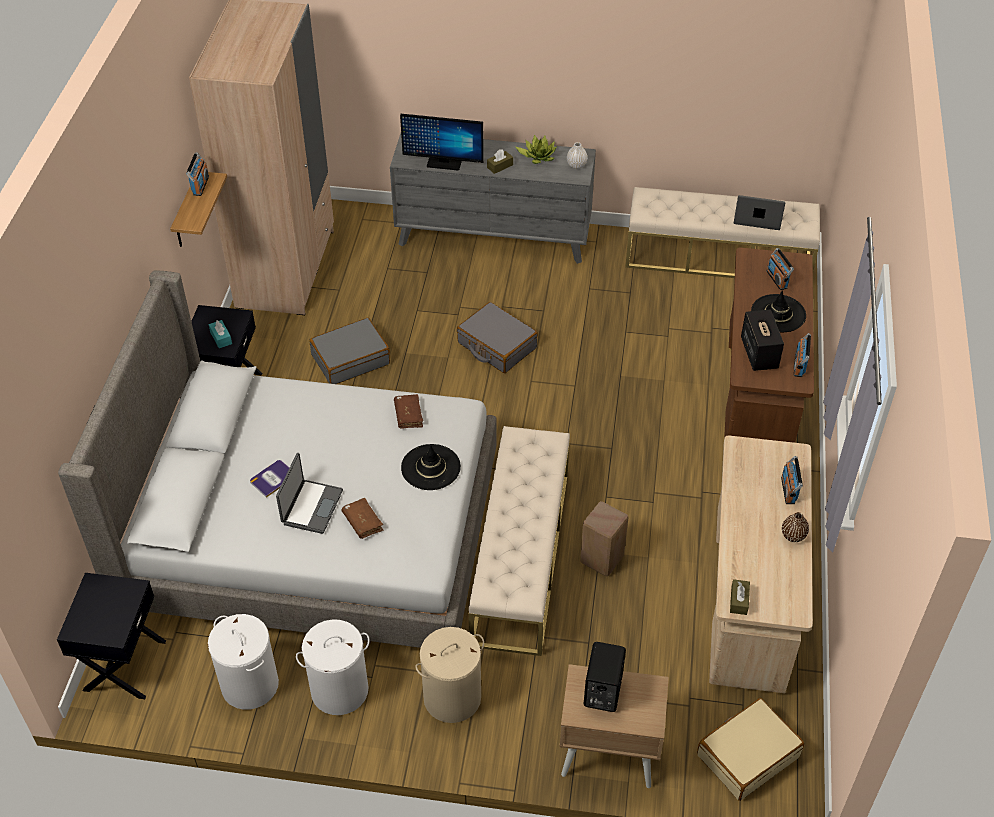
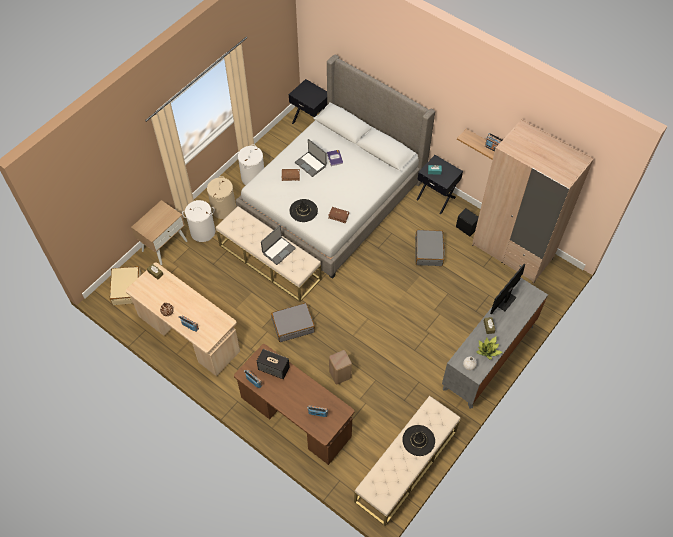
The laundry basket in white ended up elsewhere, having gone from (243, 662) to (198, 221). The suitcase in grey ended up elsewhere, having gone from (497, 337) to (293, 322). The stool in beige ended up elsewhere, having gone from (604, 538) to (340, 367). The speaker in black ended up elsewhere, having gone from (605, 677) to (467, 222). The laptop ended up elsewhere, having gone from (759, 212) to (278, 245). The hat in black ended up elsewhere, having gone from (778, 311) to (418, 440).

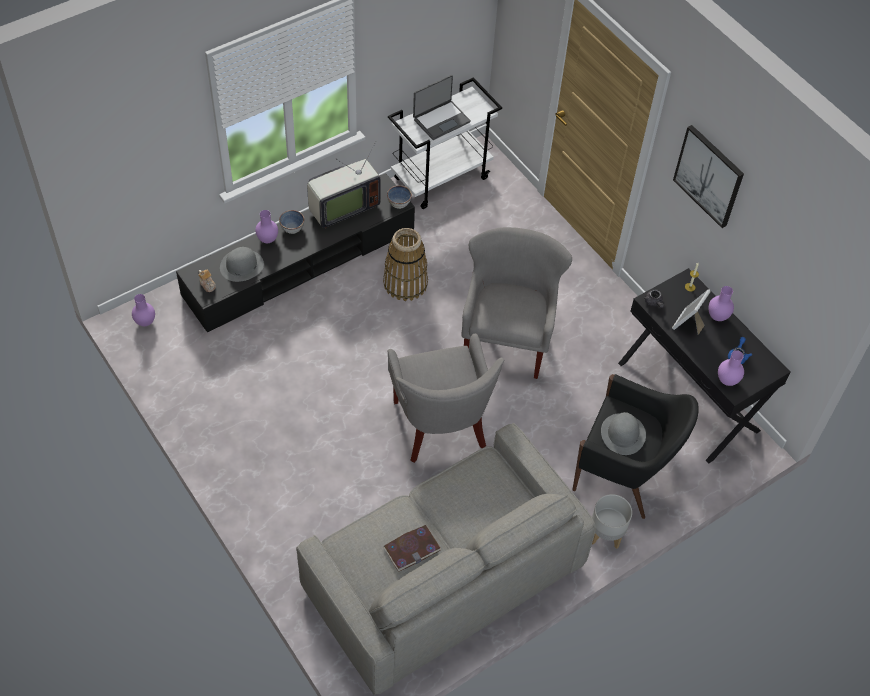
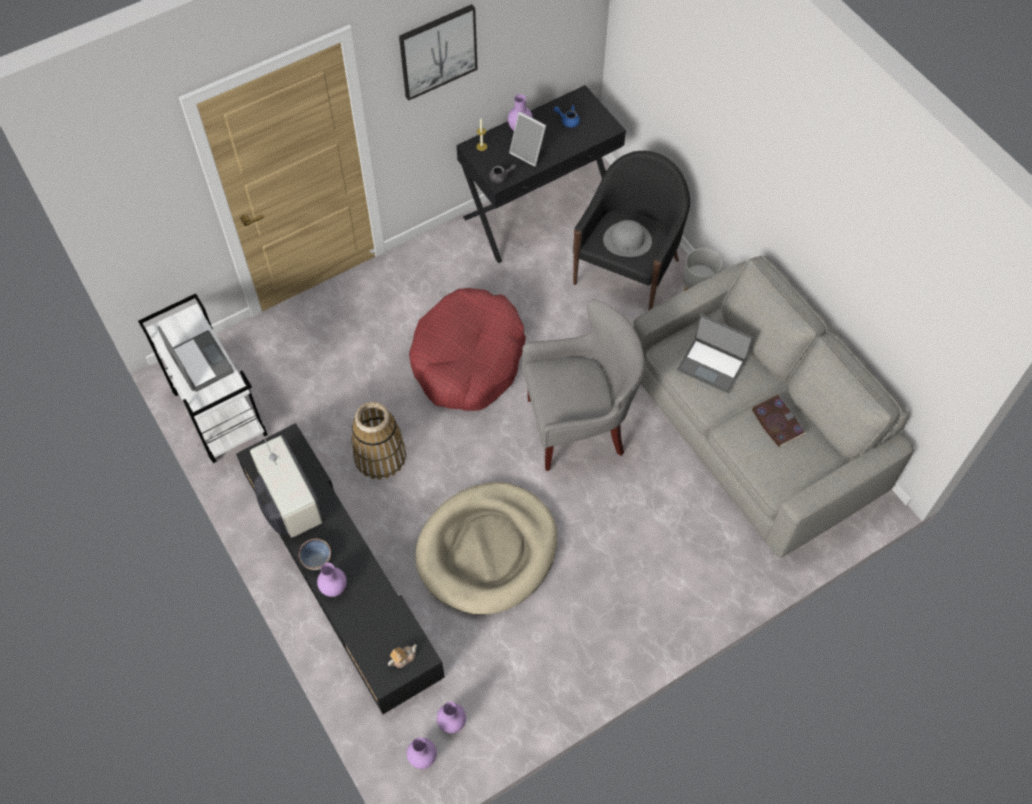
The second view lost the hat in grey at (242, 264). The second view lost the bowl at (399, 197). Where the armchair in grey stood at (516, 303), the dog bed in red came to stand at (467, 349). The vase in purple ended up elsewhere, having gone from (731, 368) to (451, 717). The second view gained the dog bed in beige at (486, 548). The second view gained the laptop at (715, 353).

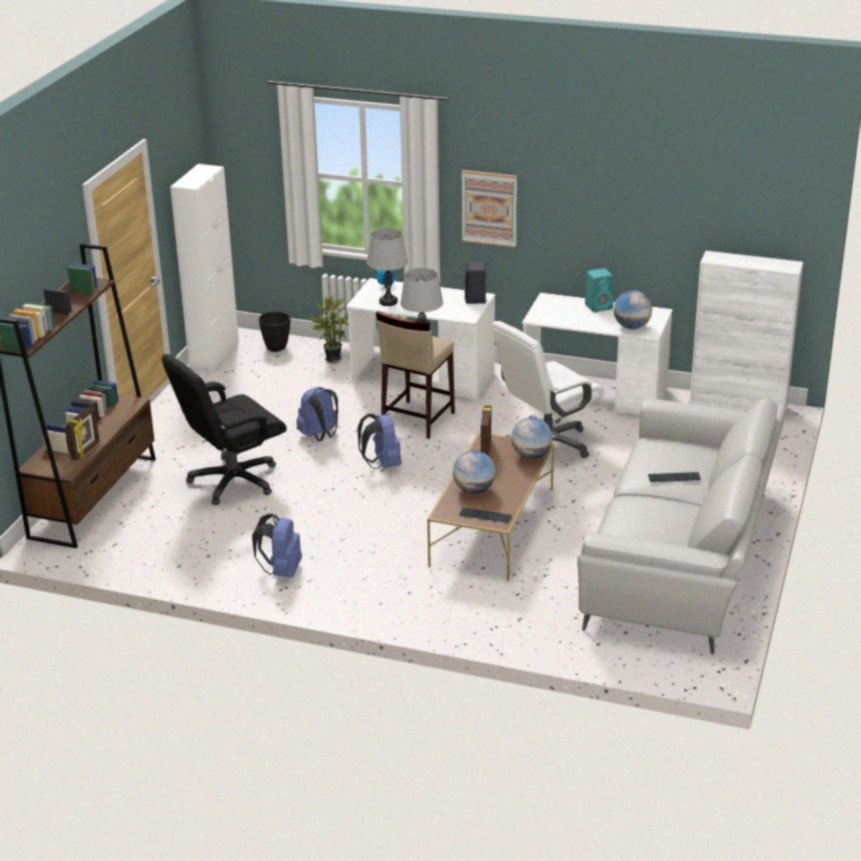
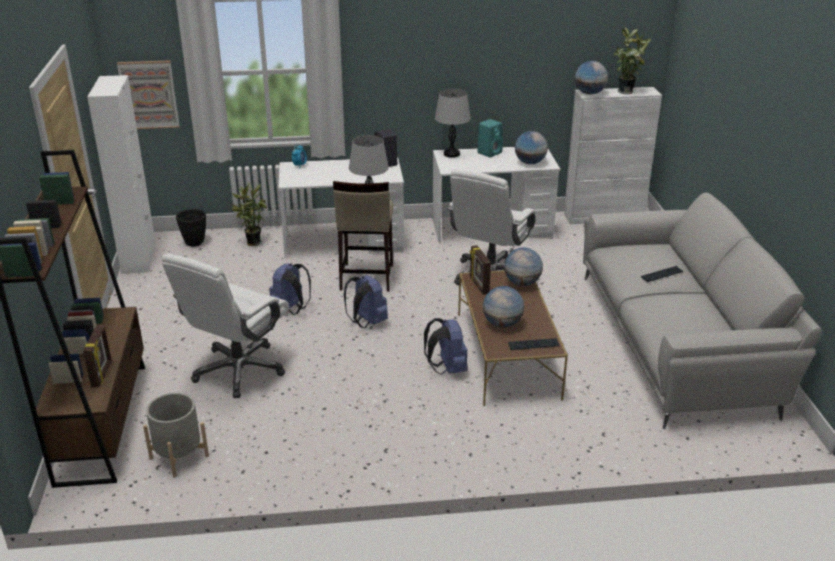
What was the office chair in black at (224, 429) turned into the office chair in white at (225, 326). The backpack in blue ended up elsewhere, having gone from (277, 545) to (446, 346). The table lamp in grey ended up elsewhere, having gone from (387, 267) to (453, 123). The picture ended up elsewhere, having gone from (489, 209) to (148, 95). The second view gained the planter in grey at (176, 435). The second view gained the globe at (591, 78). The second view gained the potted plant at (632, 60).

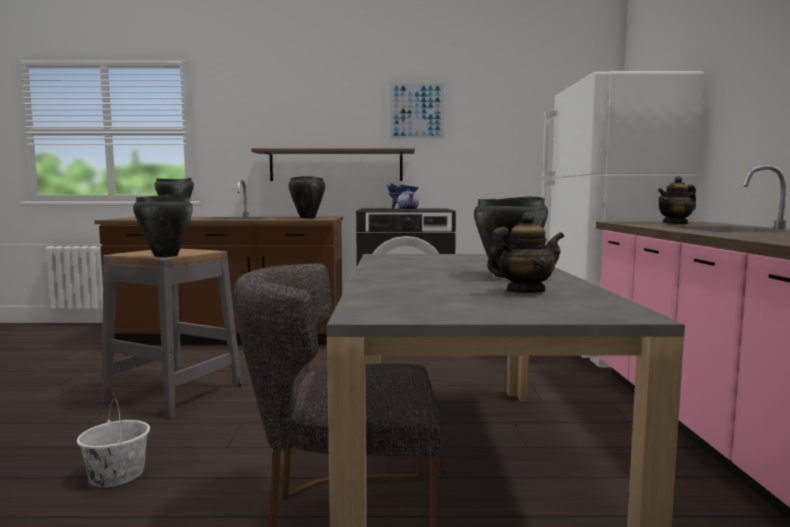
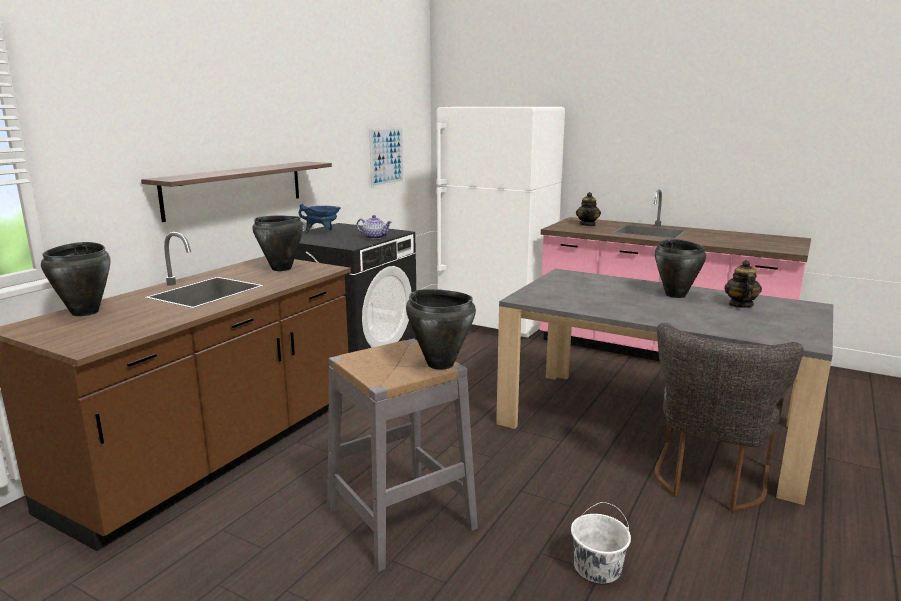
The picture ended up elsewhere, having gone from (417, 111) to (386, 157).

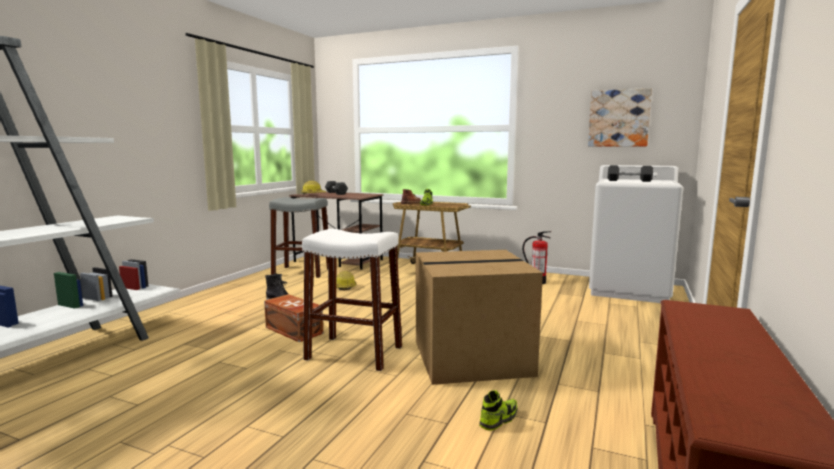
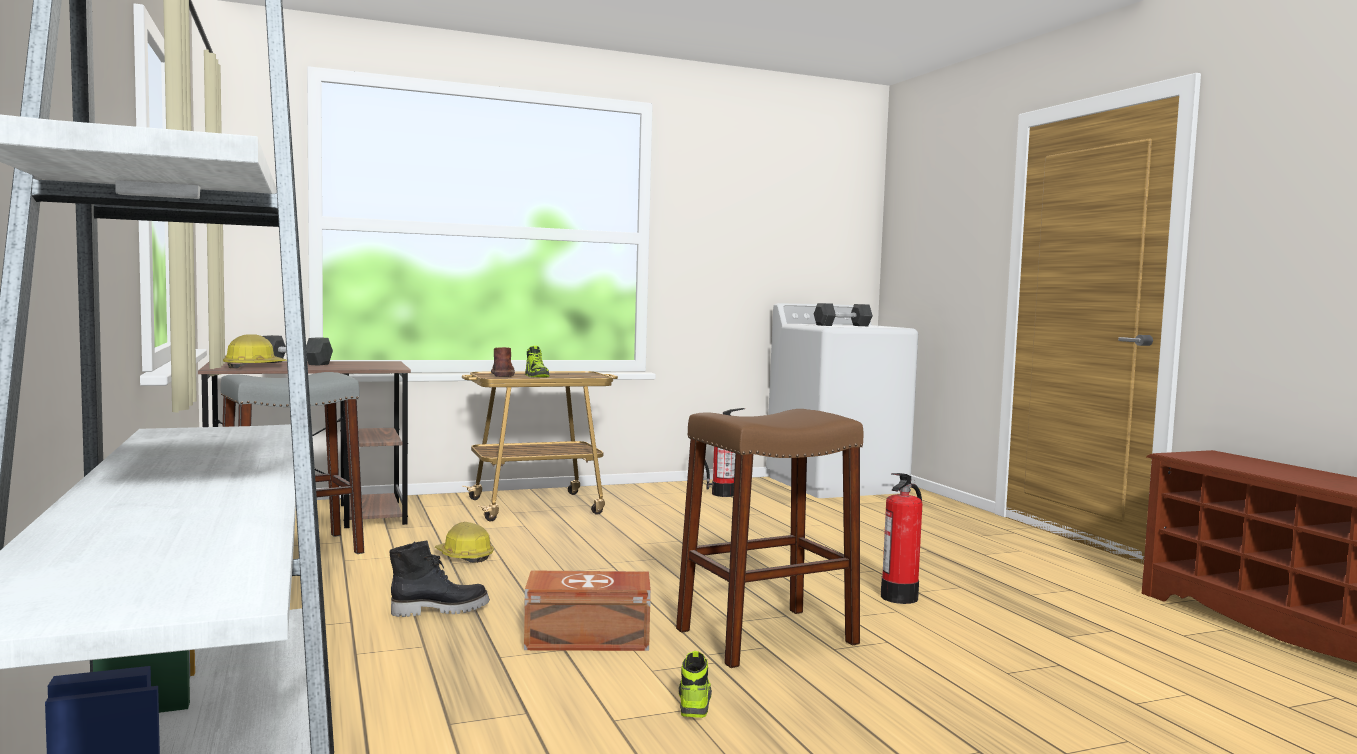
What was the stool in white at (352, 300) turned into the stool in brown at (769, 538). Where the cardboard box stood at (479, 317), the fire extinguisher came to stand at (901, 538). The shoe ended up elsewhere, having gone from (498, 410) to (695, 684). The second view lost the picture at (620, 117).

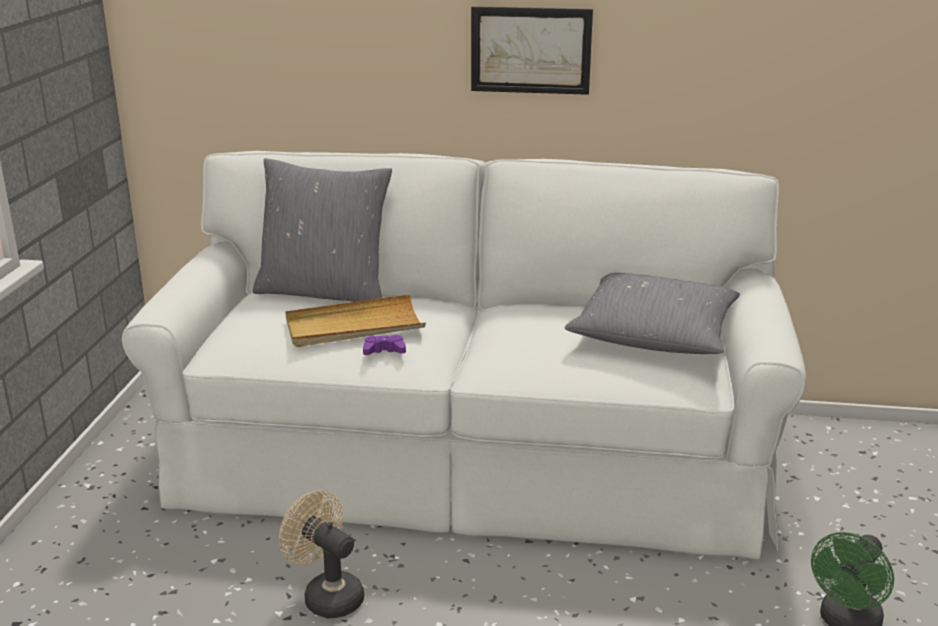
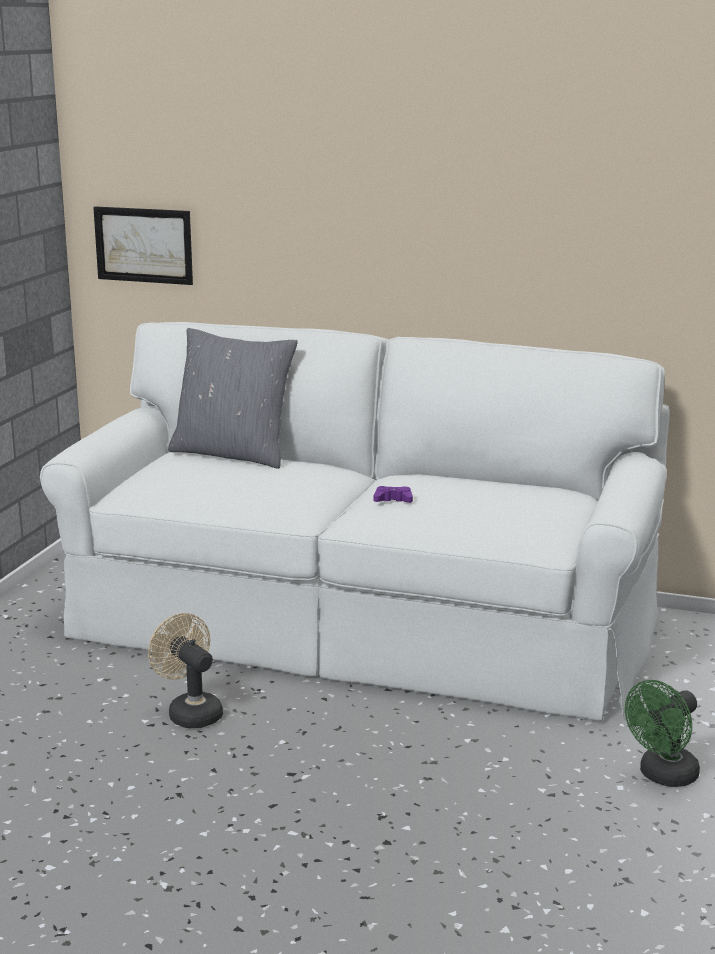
The second view lost the tray in beige at (355, 320). The game controller in purple ended up elsewhere, having gone from (384, 344) to (393, 494). The picture ended up elsewhere, having gone from (532, 50) to (143, 246). The second view lost the pillow in grey at (652, 313).

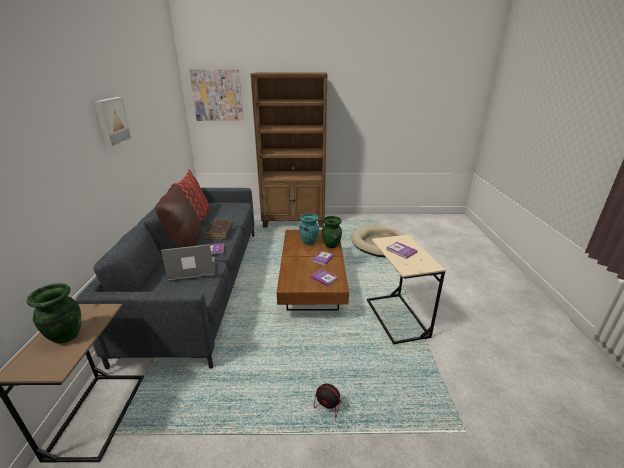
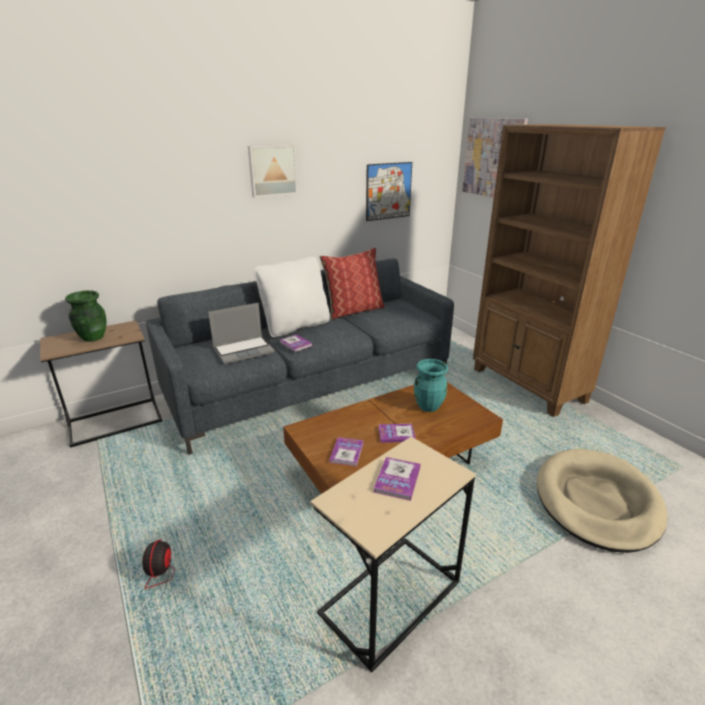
What was the pillow in brown at (178, 217) turned into the pillow in white at (292, 297). The laptop at (187, 262) ended up facing another way, 105 degrees clockwise from before. The second view lost the book in brown at (219, 229). The second view lost the vase in green at (332, 232). The second view gained the picture at (389, 191).

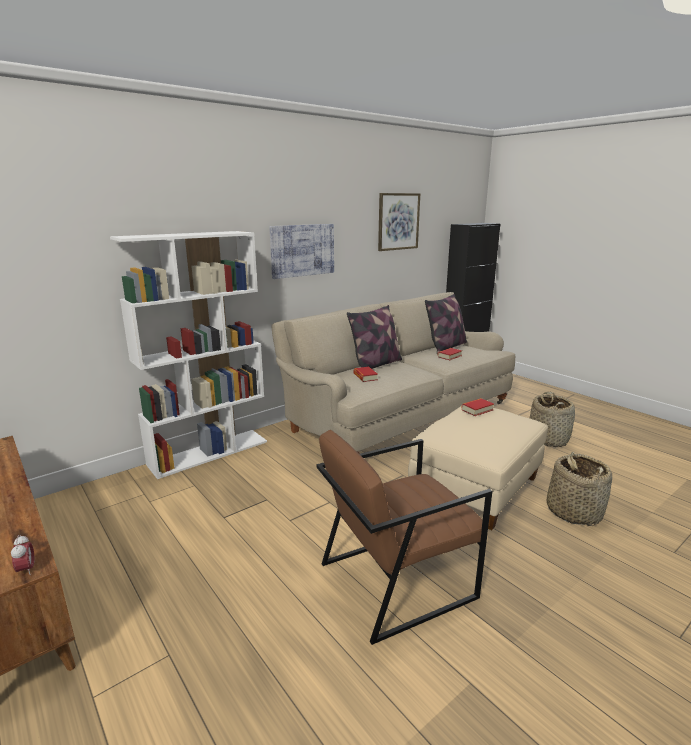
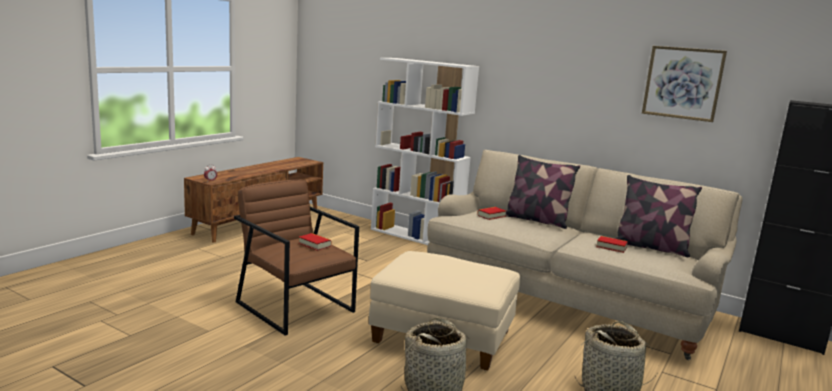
The second view lost the picture at (301, 251). The book ended up elsewhere, having gone from (477, 407) to (315, 242).

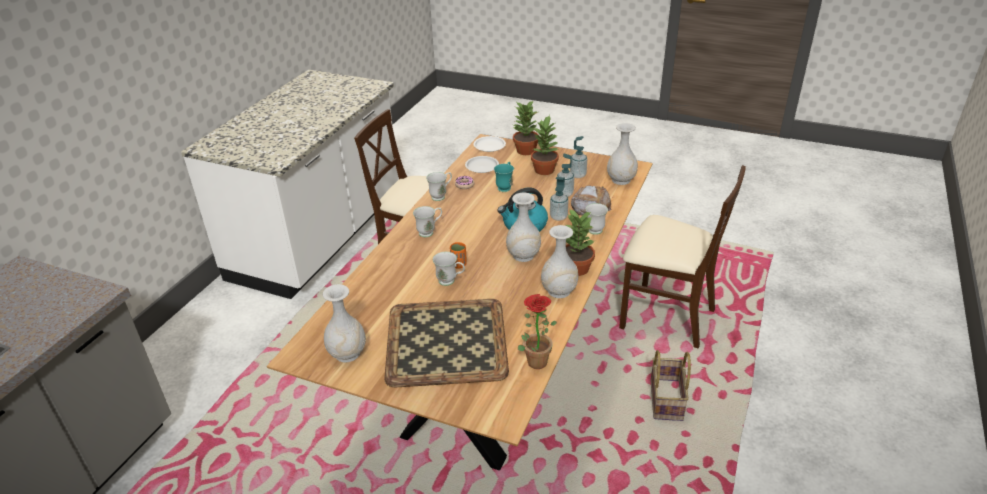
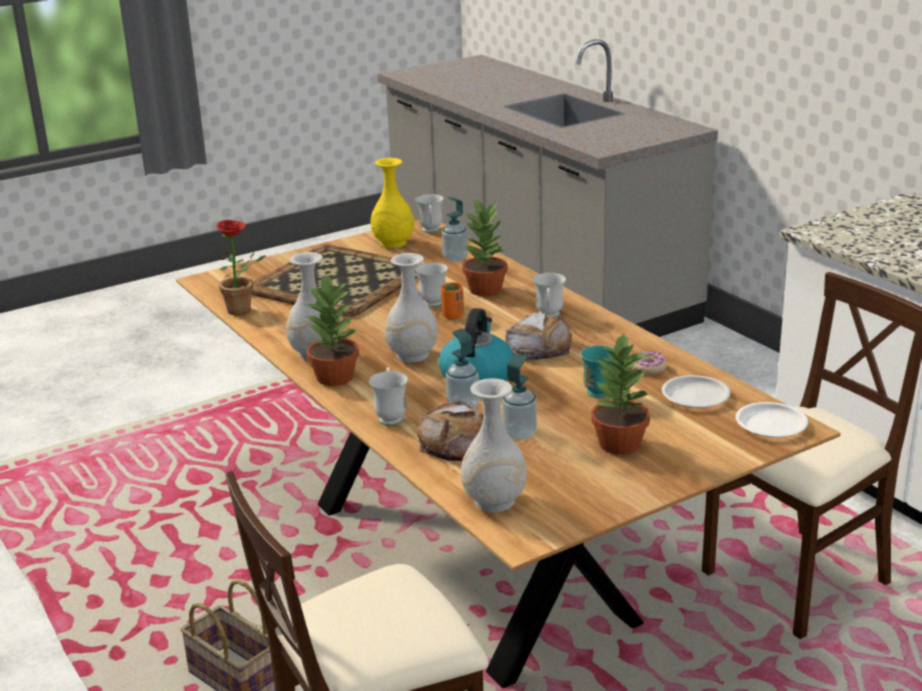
What was the vase in white at (344, 323) turned into the vase in yellow at (392, 203). The mug in white ended up elsewhere, having gone from (439, 186) to (429, 213). The potted plant ended up elsewhere, having gone from (526, 127) to (485, 247). The soap dispenser ended up elsewhere, having gone from (578, 157) to (455, 229). The second view gained the bread at (538, 336).

